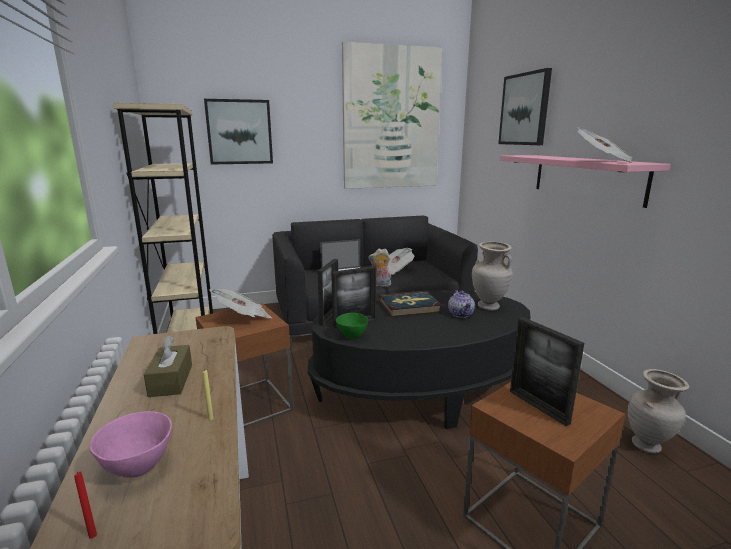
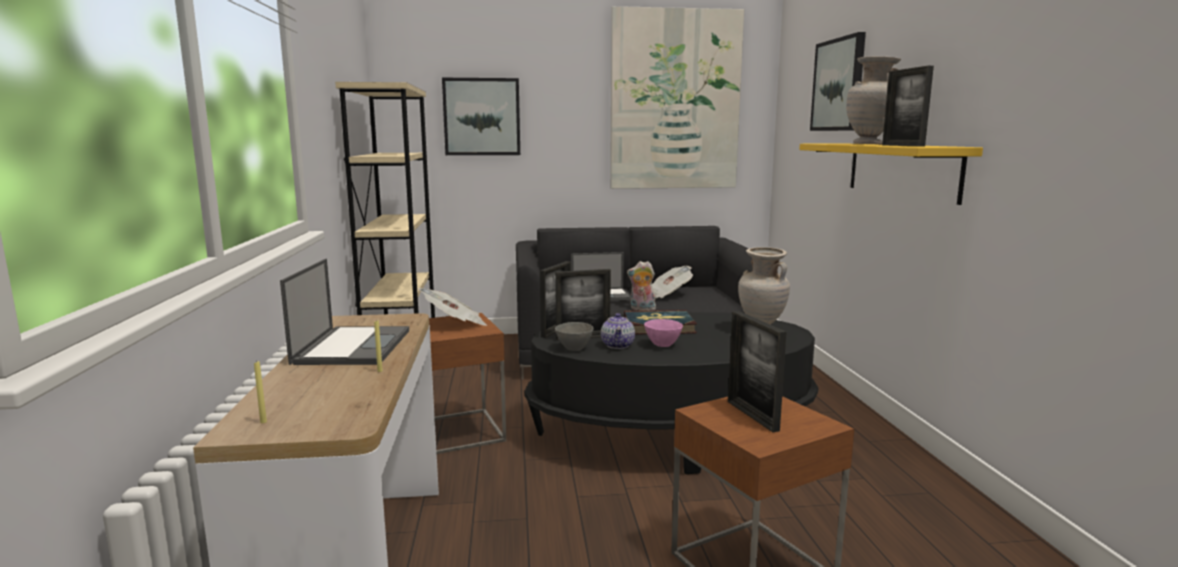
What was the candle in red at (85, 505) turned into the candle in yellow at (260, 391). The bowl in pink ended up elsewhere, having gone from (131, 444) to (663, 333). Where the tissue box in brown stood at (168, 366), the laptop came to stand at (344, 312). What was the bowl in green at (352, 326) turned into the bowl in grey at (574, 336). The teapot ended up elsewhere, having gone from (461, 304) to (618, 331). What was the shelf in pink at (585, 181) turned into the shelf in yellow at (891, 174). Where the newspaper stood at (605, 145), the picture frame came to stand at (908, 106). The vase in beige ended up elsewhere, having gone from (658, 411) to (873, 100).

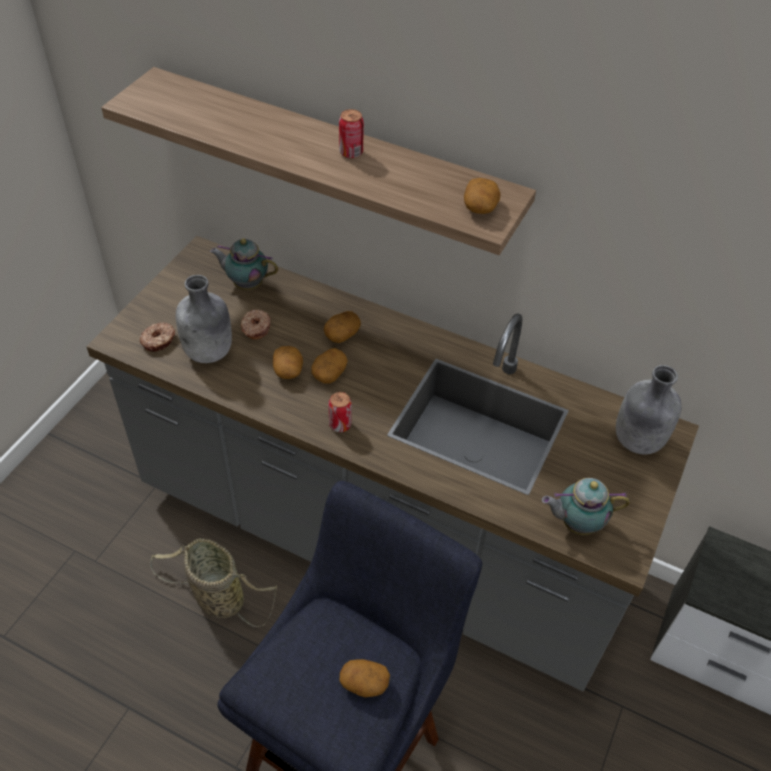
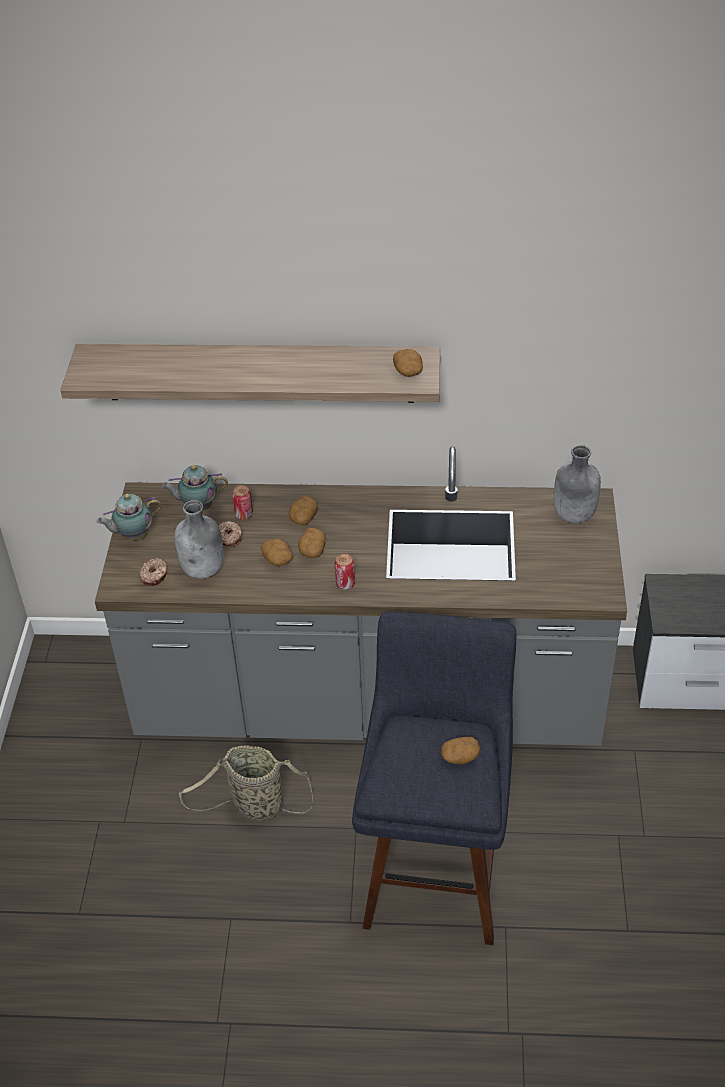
The can ended up elsewhere, having gone from (351, 133) to (242, 502). The teapot ended up elsewhere, having gone from (586, 506) to (129, 517).

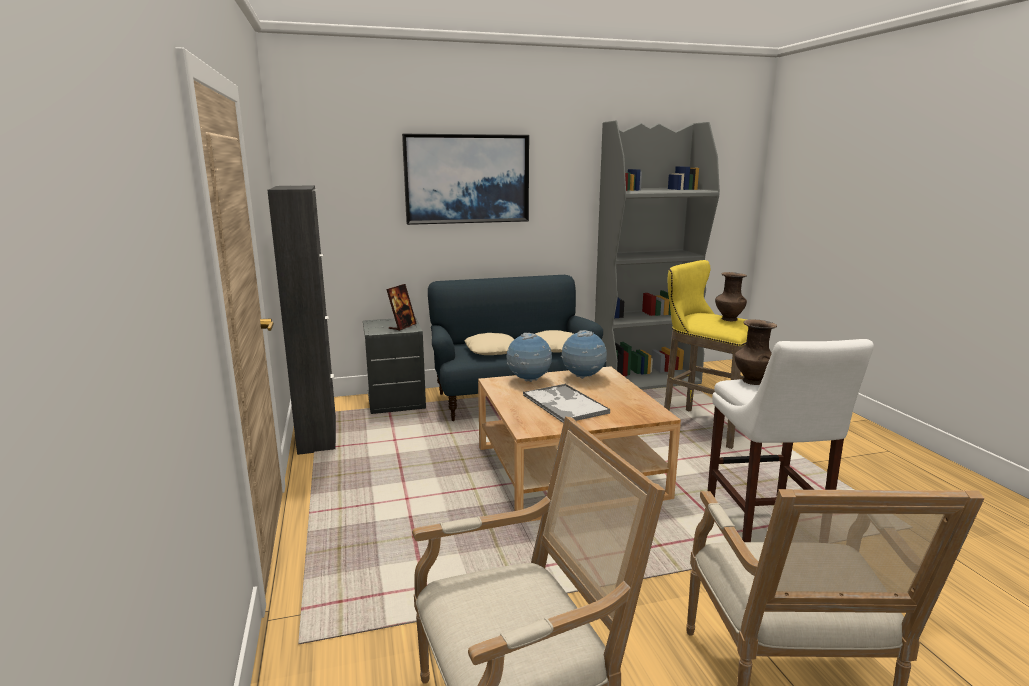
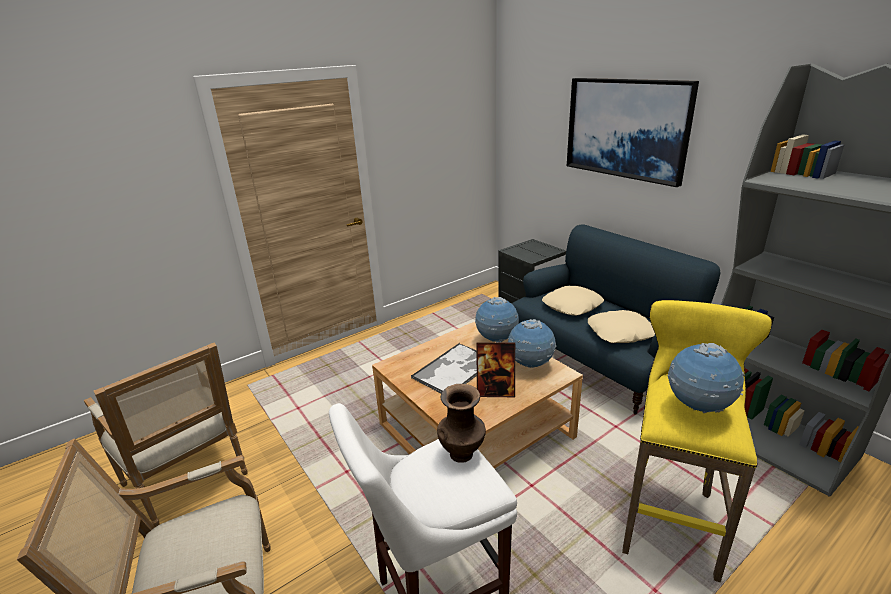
The second view lost the cabinet in black at (302, 320). The picture frame ended up elsewhere, having gone from (401, 307) to (495, 369). Where the vase in brown stood at (731, 296), the globe came to stand at (706, 378).

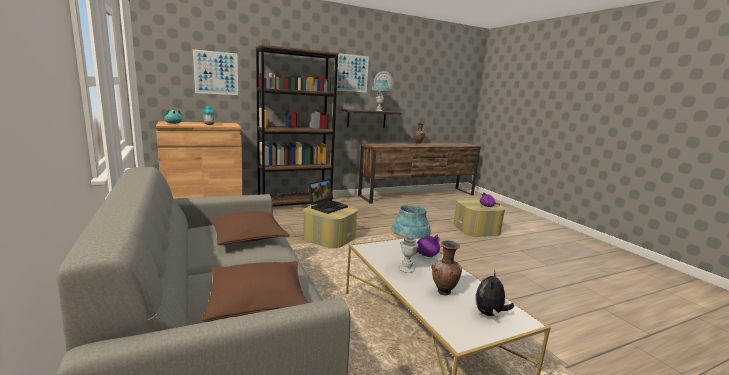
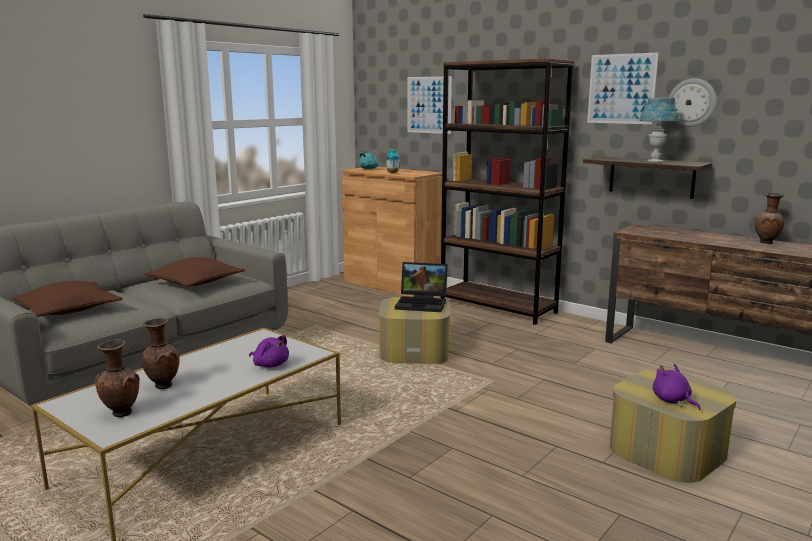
The second view lost the table lamp in blue at (411, 239). Where the plush toy stood at (495, 293), the vase in brown came to stand at (117, 378).

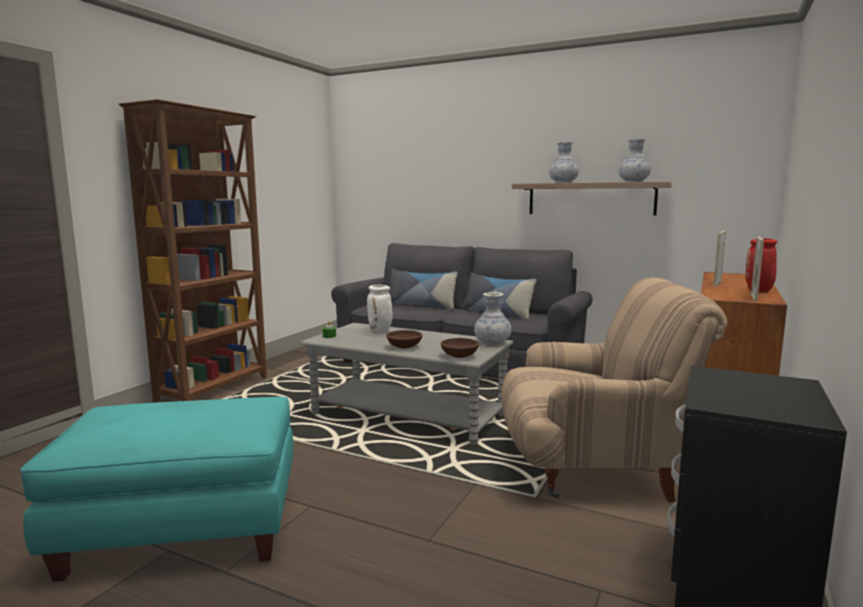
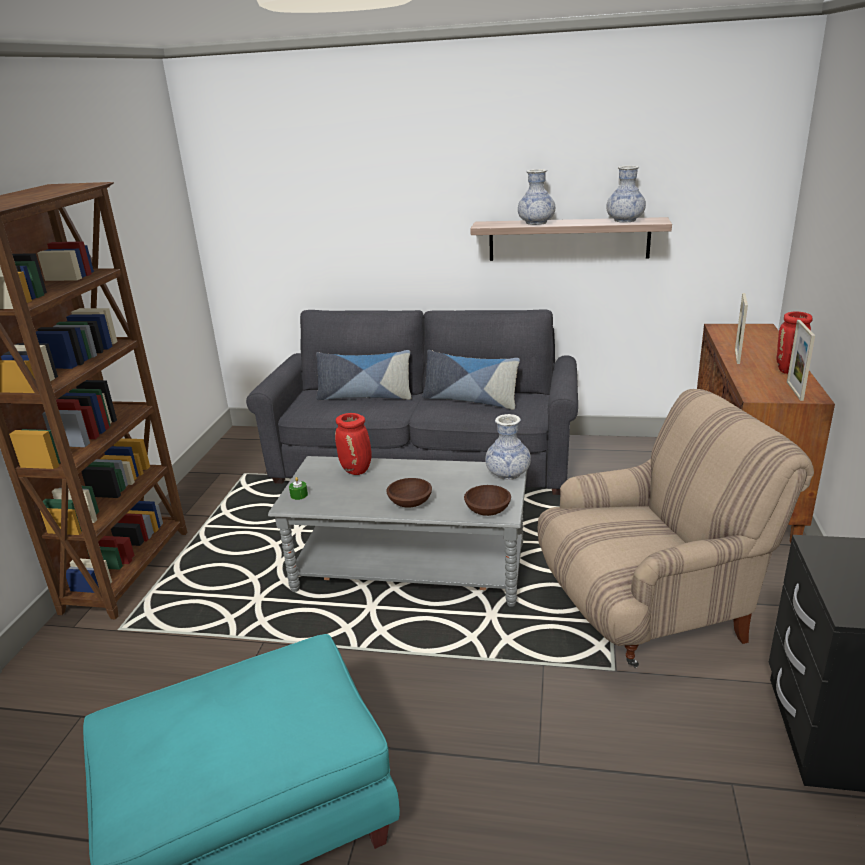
What was the vase in white at (380, 308) turned into the vase in red at (353, 444).

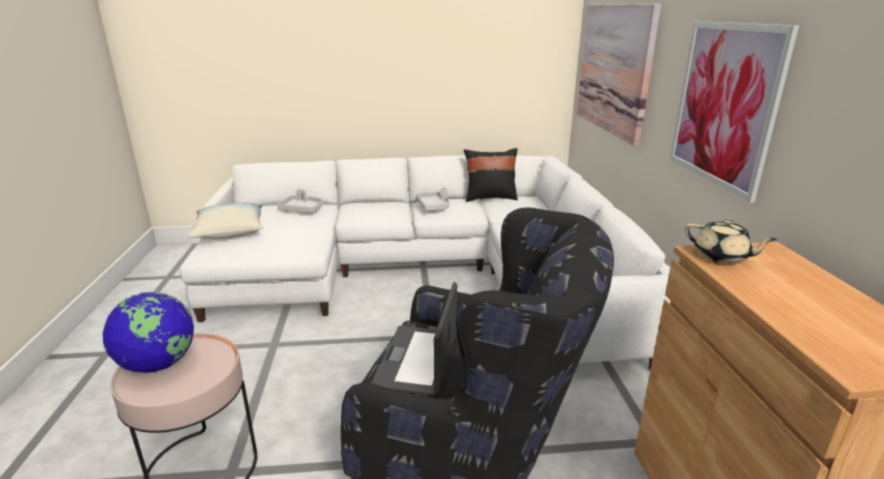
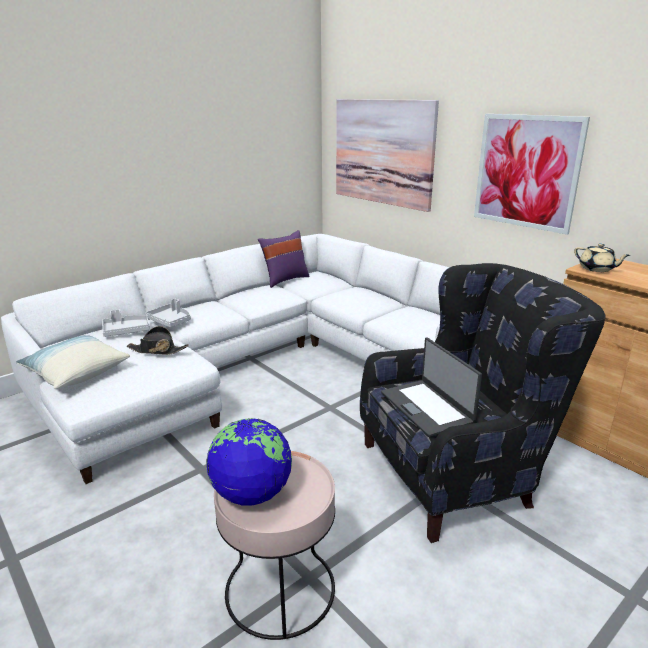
The tray in grey ended up elsewhere, having gone from (432, 199) to (168, 312). What was the pillow in black at (491, 175) turned into the pillow in purple at (284, 259). The teapot in beige at (731, 241) ended up facing another way, 45 degrees clockwise from before. The second view gained the hat in black at (158, 340).

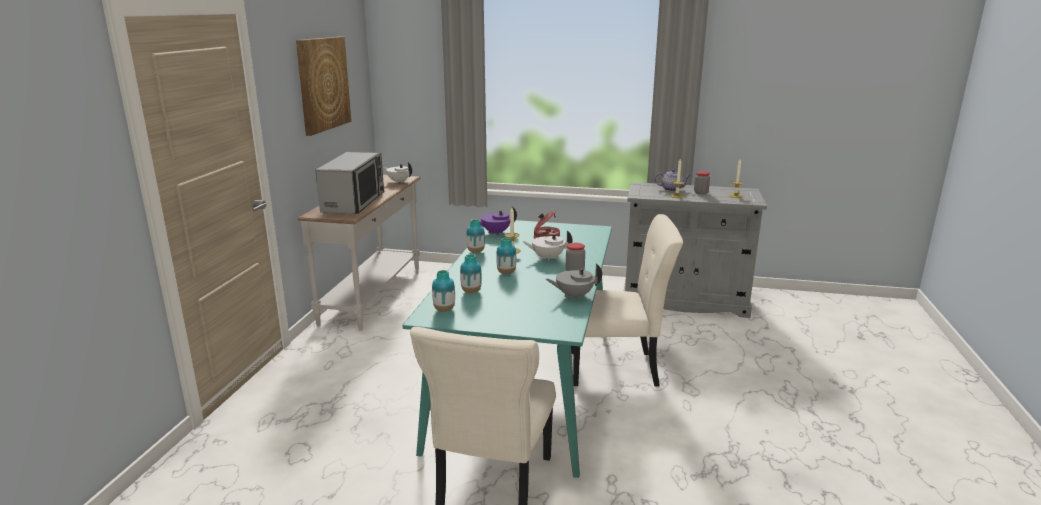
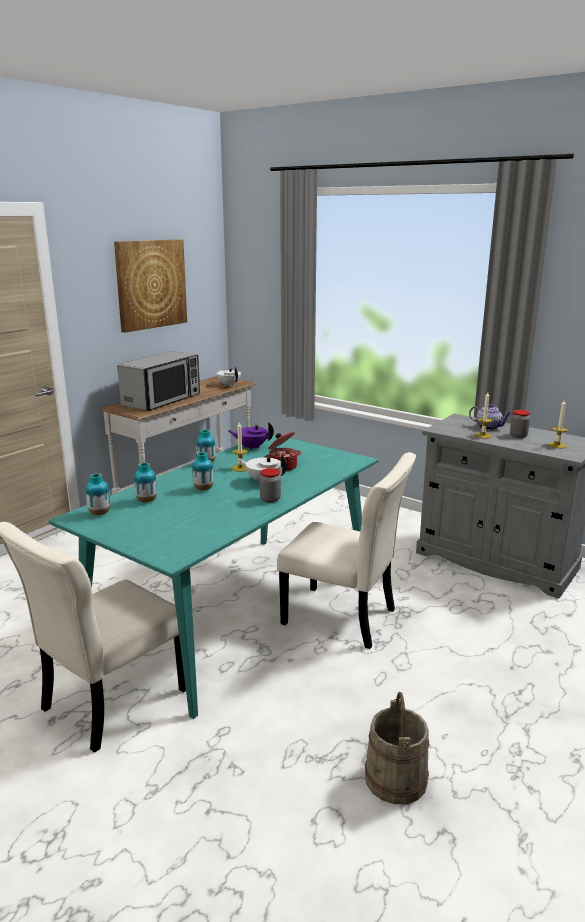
The second view lost the teapot in grey at (574, 282). The second view gained the bucket in beige at (397, 748).

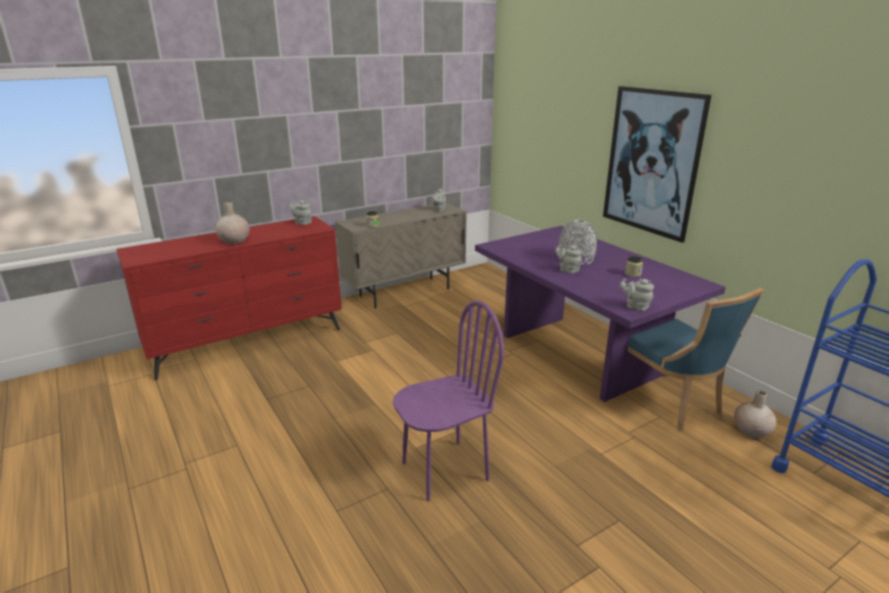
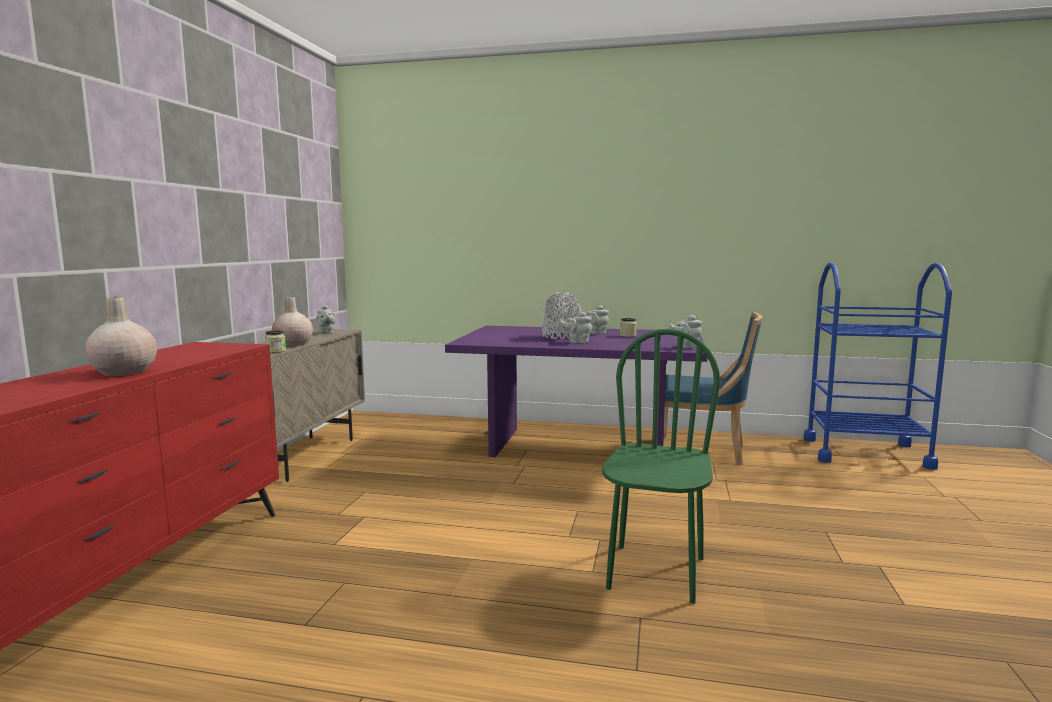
The teapot in grey ended up elsewhere, having gone from (300, 212) to (595, 319). What was the chair in purple at (448, 401) turned into the chair in green at (661, 466). The second view lost the picture at (657, 164). The vase in beige ended up elsewhere, having gone from (755, 414) to (292, 321).

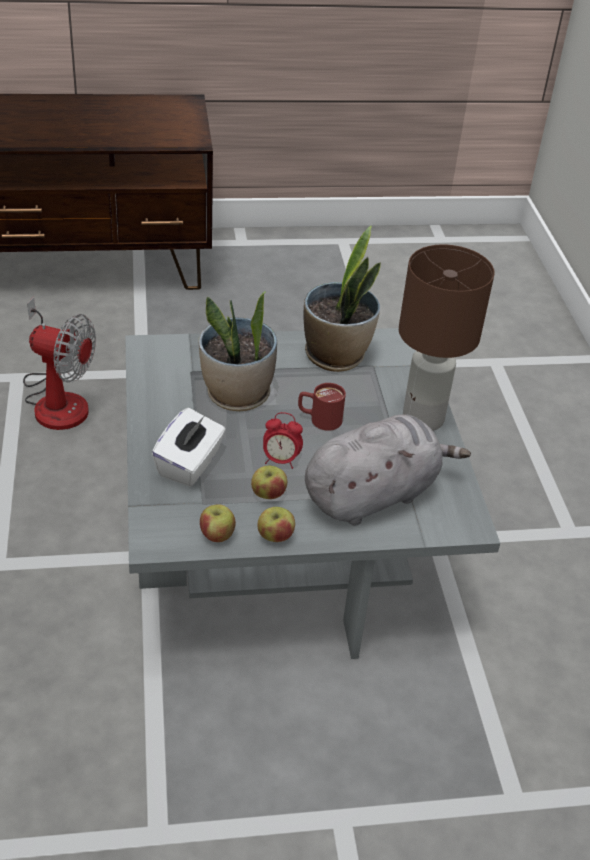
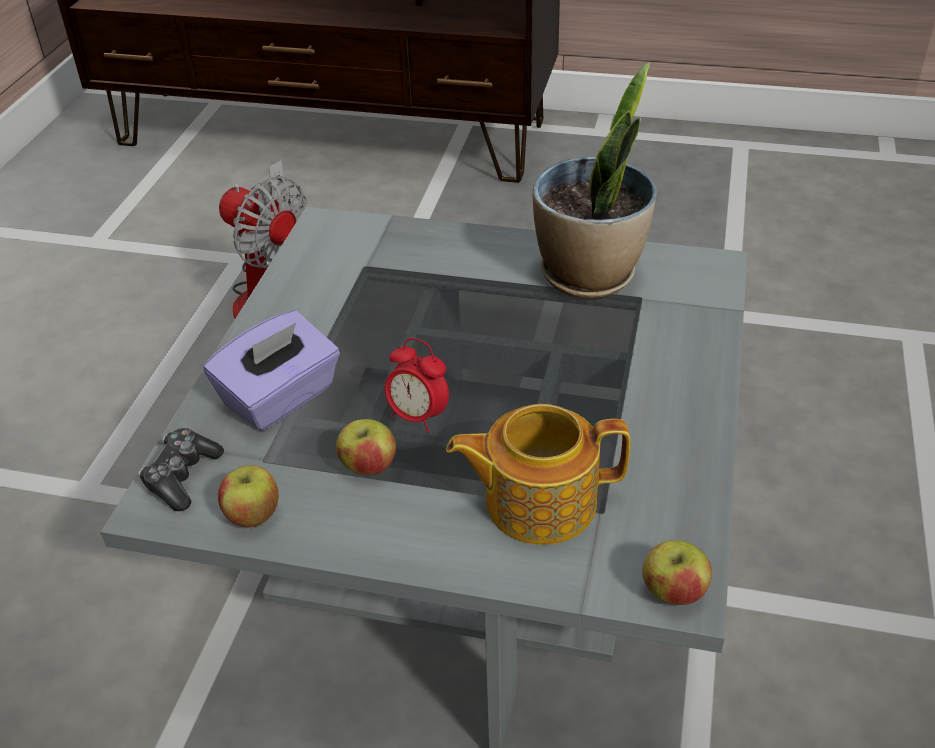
What was the tissue box in white at (189, 447) turned into the tissue box in purple at (272, 370). The second view lost the potted plant at (238, 351). The apple ended up elsewhere, having gone from (276, 524) to (677, 572). The second view lost the mug in red at (322, 407). Where the plush toy in grey stood at (388, 470), the teapot came to stand at (538, 474). The second view lost the table lamp in brown at (447, 337). The second view gained the game controller at (181, 469).

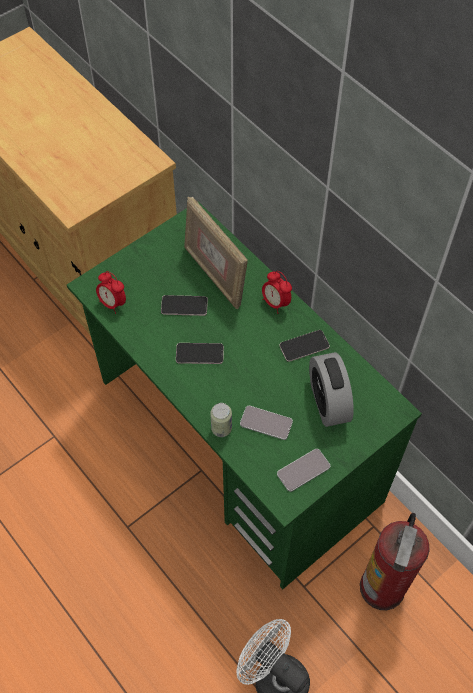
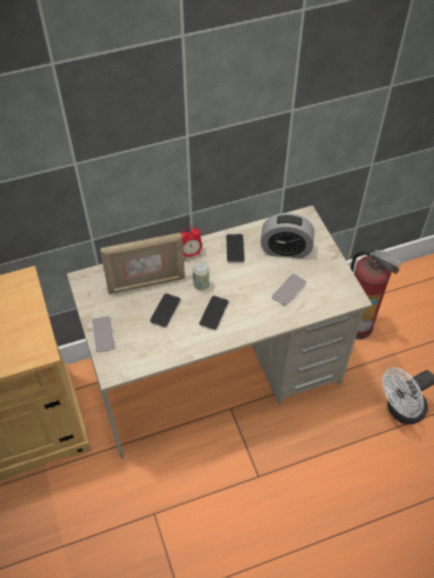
What was the desk in green at (244, 395) turned into the desk in beige at (219, 332). The second view lost the alarm clock at (111, 292). The can ended up elsewhere, having gone from (221, 420) to (201, 276). The phone ended up elsewhere, having gone from (303, 470) to (103, 334).

